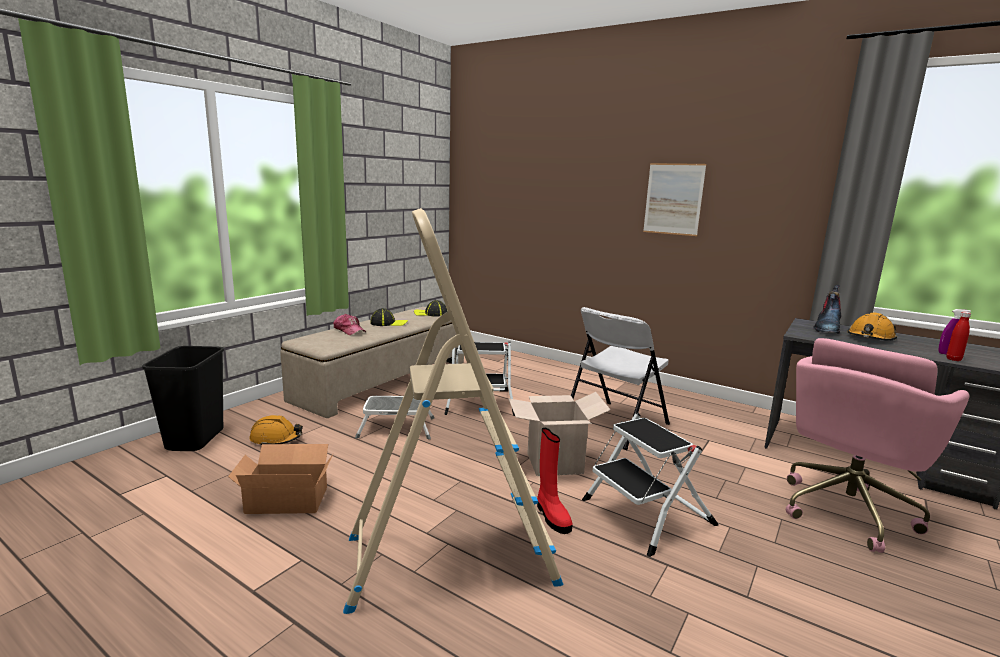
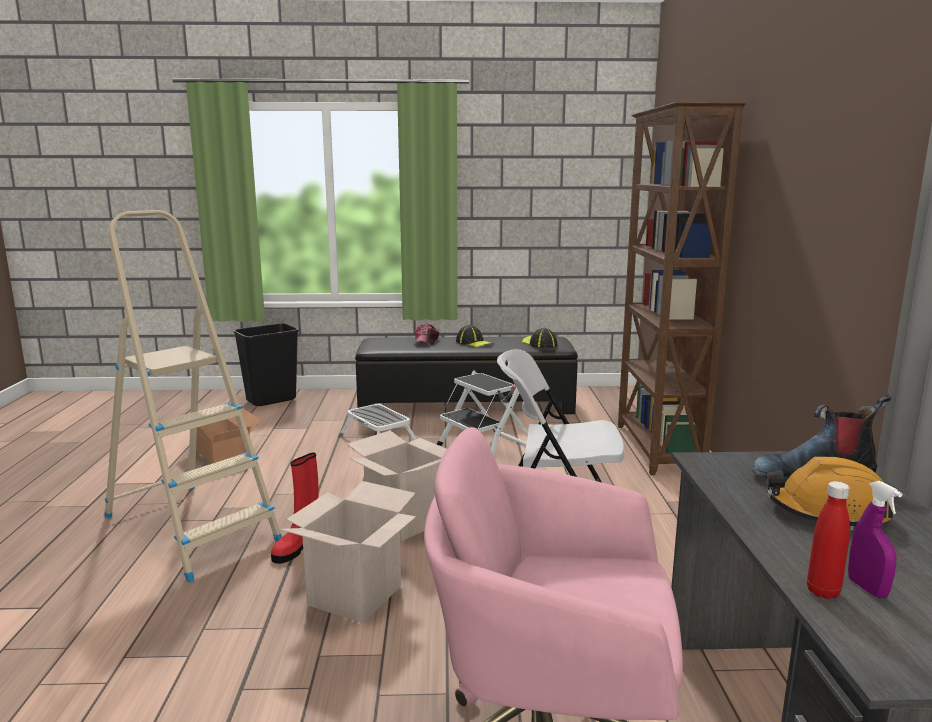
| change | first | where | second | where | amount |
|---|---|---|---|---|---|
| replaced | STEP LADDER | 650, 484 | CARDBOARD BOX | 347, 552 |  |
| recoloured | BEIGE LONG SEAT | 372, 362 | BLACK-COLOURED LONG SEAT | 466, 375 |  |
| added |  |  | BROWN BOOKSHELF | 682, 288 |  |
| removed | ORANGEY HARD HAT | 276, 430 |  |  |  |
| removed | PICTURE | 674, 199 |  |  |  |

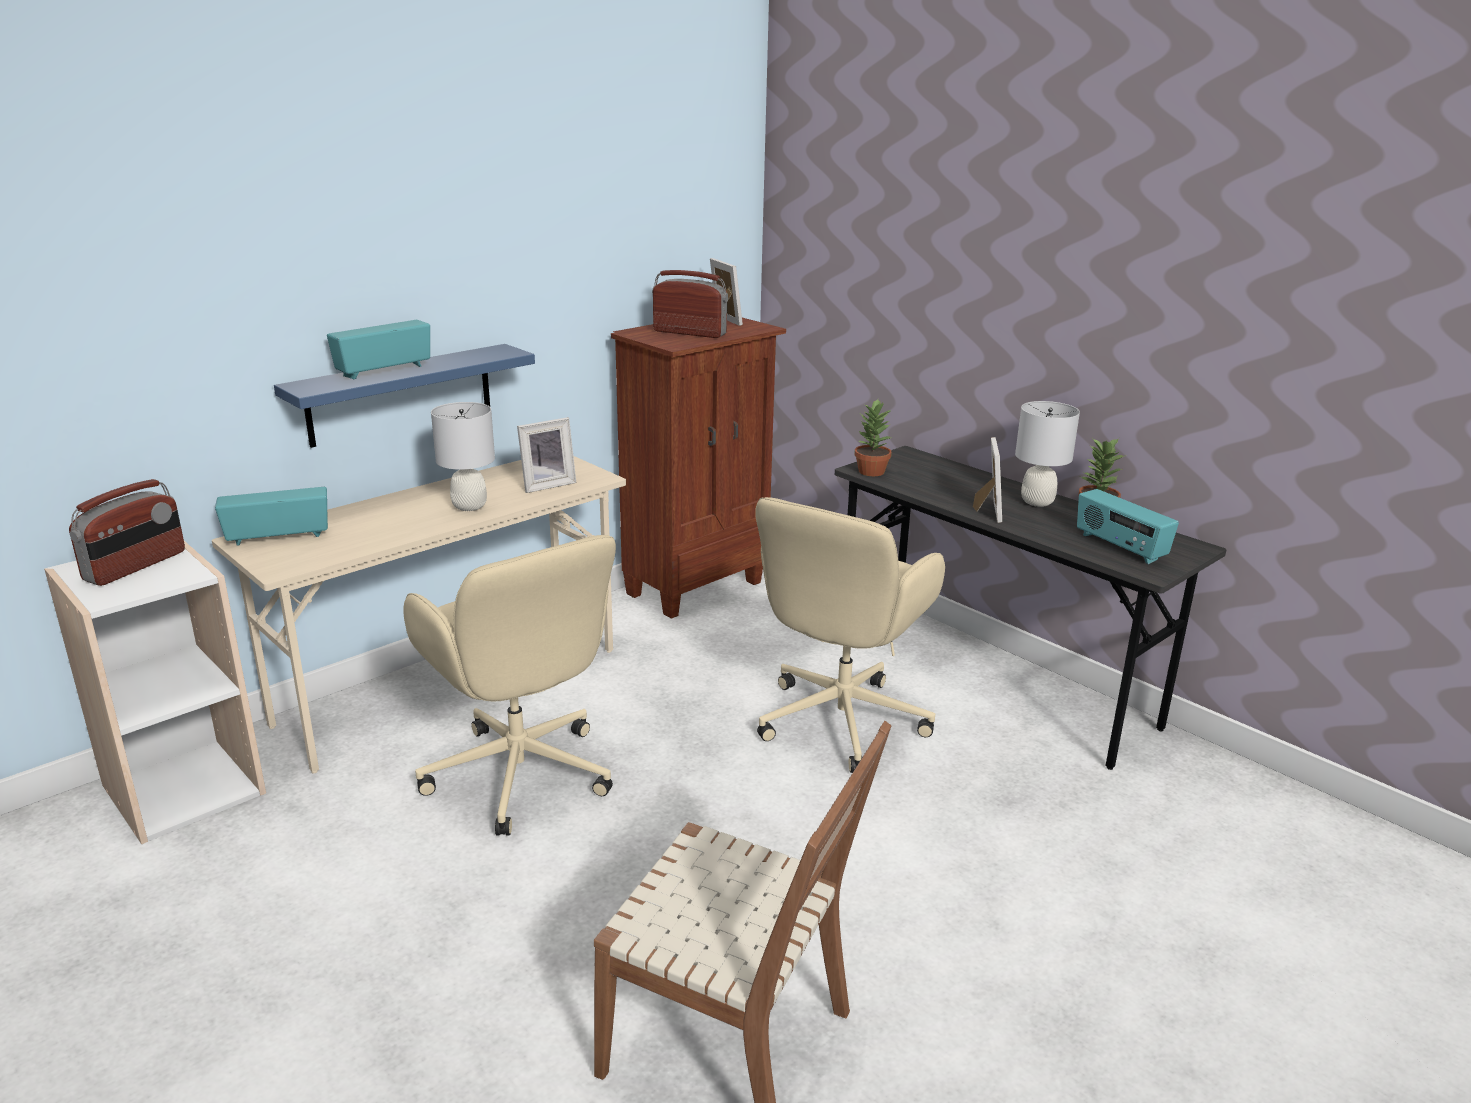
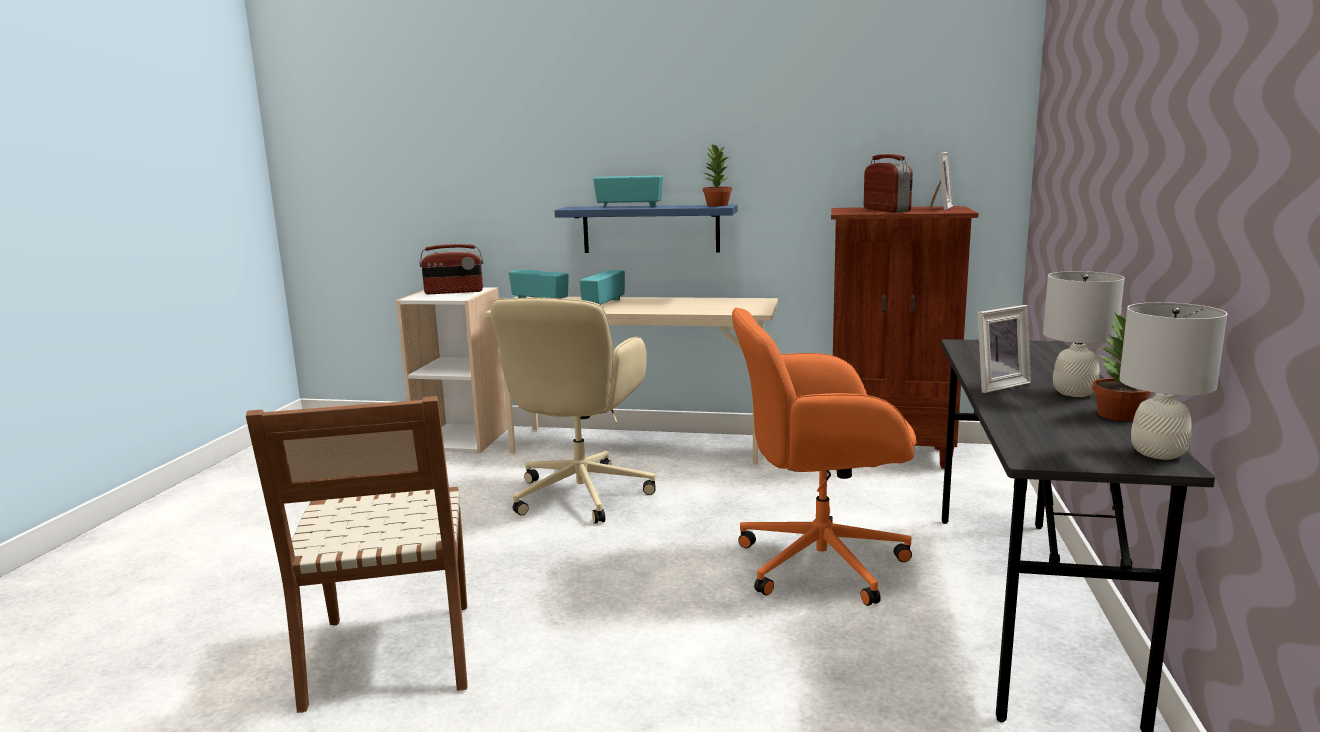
| change | first | where | second | where | amount |
|---|---|---|---|---|---|
| moved | RADIO SET | 1128, 526 |  | 602, 287 |  |
| moved | HOUSEPLANT | 873, 437 |  | 717, 174 |  |
| recoloured | BEIGE COMPUTER CHAIR | 850, 635 | ORANGEY COMPUTER CHAIR | 824, 456 |  |
| moved | GREYISH LAMP FOR A TABLE | 463, 456 |  | 1173, 381 |  |
| removed | PHOTO FRAME | 546, 455 |  |  |  |

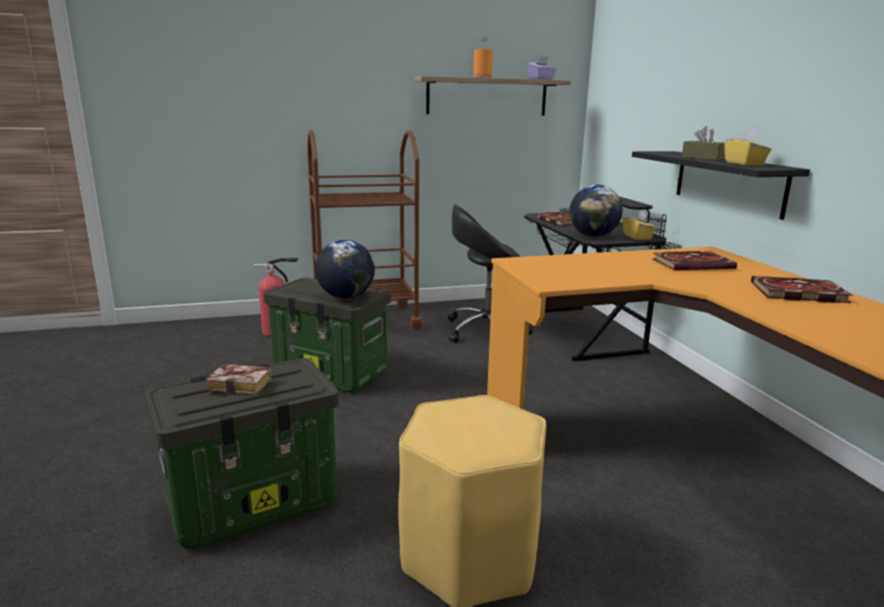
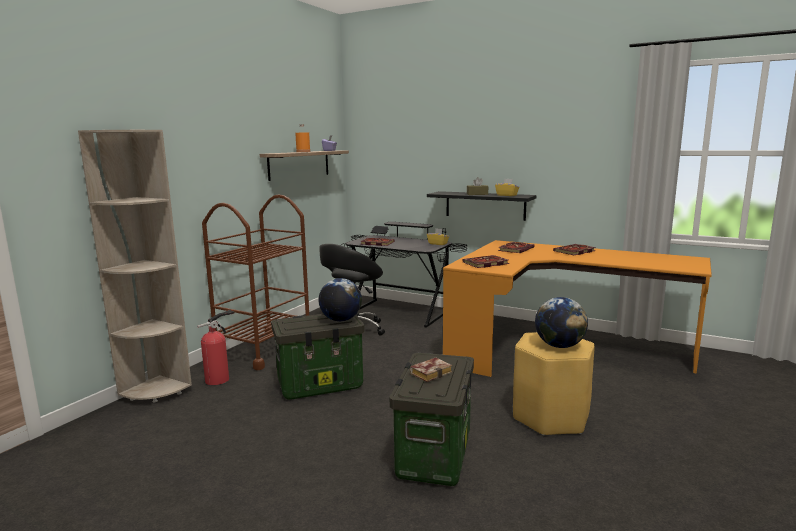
| change | first | where | second | where | amount |
|---|---|---|---|---|---|
| added |  |  | BEIGE BOOKSHELF | 135, 266 |  |
| added |  |  | BOOK | 485, 261 |  |
| moved | WORLD GLOBE | 596, 211 |  | 561, 322 |  |

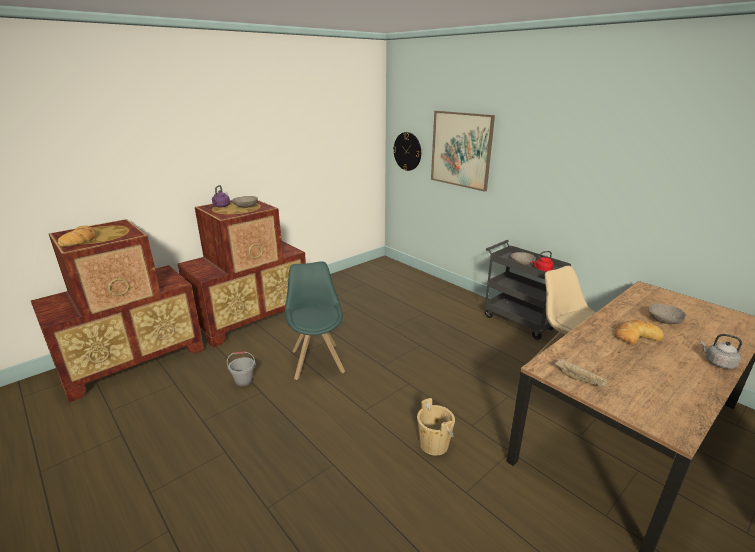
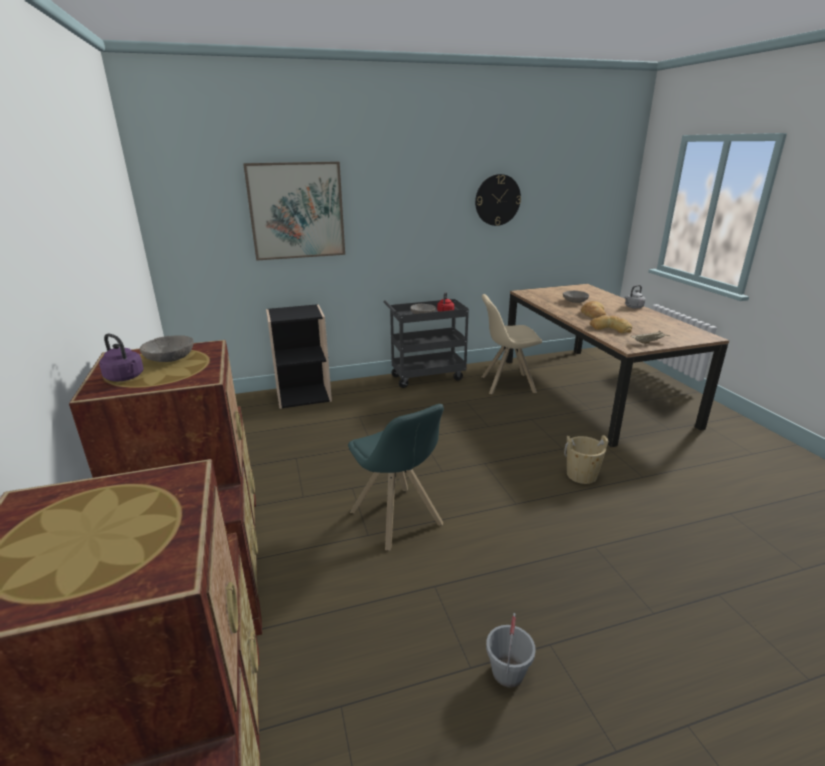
| change | first | where | second | where | amount |
|---|---|---|---|---|---|
| added |  |  | BLACK-COLOURED BOOKSHELF | 299, 356 |  |
| turned | TURQUOISE-COLOURED UPRIGHT CHAIR | 315, 320 |  | 396, 477 | 135 degrees counterclockwise |
| moved | HANGING CLOCK | 407, 151 |  | 498, 200 |  |
| moved | GREYISH WATER BUCKET | 241, 369 |  | 511, 650 |  |
| moved | BREAD | 77, 236 |  | 611, 324 |  |

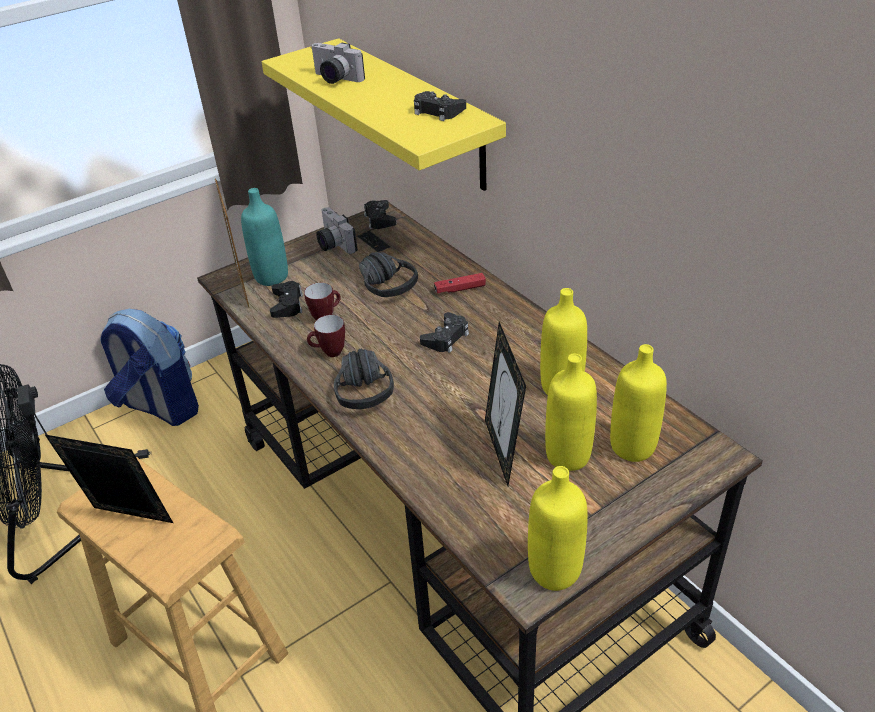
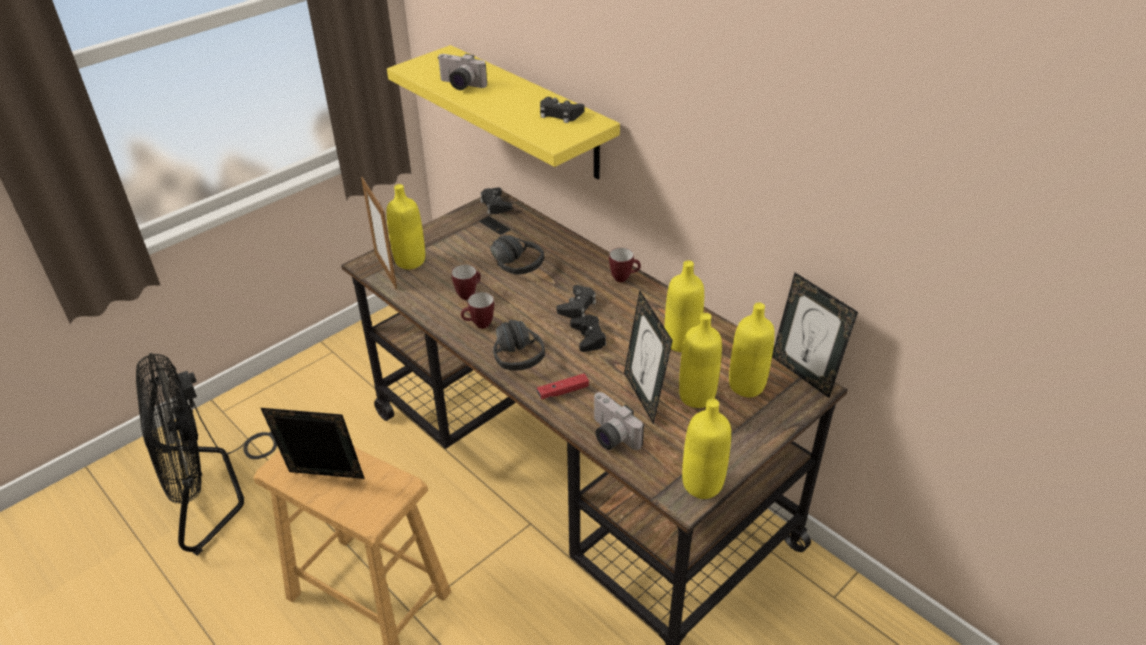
| change | first | where | second | where | amount |
|---|---|---|---|---|---|
| recoloured | TURQUOISE-COLOURED BOTTLE | 264, 237 | YELLOW BOTTLE | 405, 227 |  |
| moved | RED-COLOURED GAME CONTROLLER | 460, 283 |  | 563, 386 |  |
| moved | BLACK-COLOURED GAME CONTROLLER | 286, 299 |  | 588, 333 |  |
| moved | STILL CAMERA | 337, 230 |  | 618, 421 |  |
| added |  |  | MUG | 625, 265 |  |
| added |  |  | PHOTO FRAME | 815, 335 |  |
| removed | RUCKSACK | 149, 367 |  |  |  |

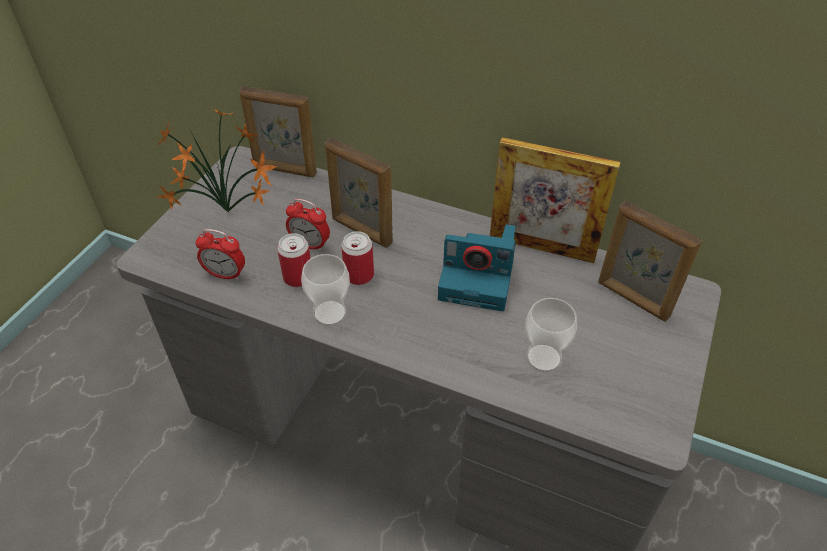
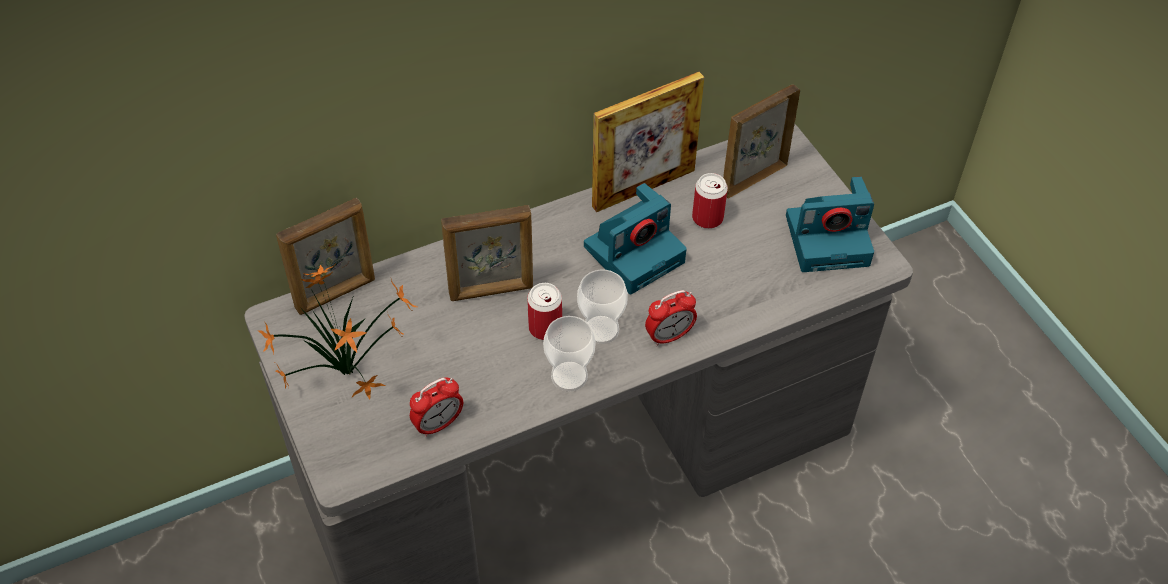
| change | first | where | second | where | amount |
|---|---|---|---|---|---|
| moved | DRINKING CUP | 551, 335 |  | 602, 306 |  |
| moved | TABLE CLOCK | 308, 225 |  | 671, 318 |  |
| moved | SEALED CAN | 294, 260 |  | 710, 201 |  |
| turned | PHOTO FRAME | 650, 261 |  | 761, 141 | 150 degrees clockwise |
| added |  |  | STILL CAMERA | 830, 224 |  |

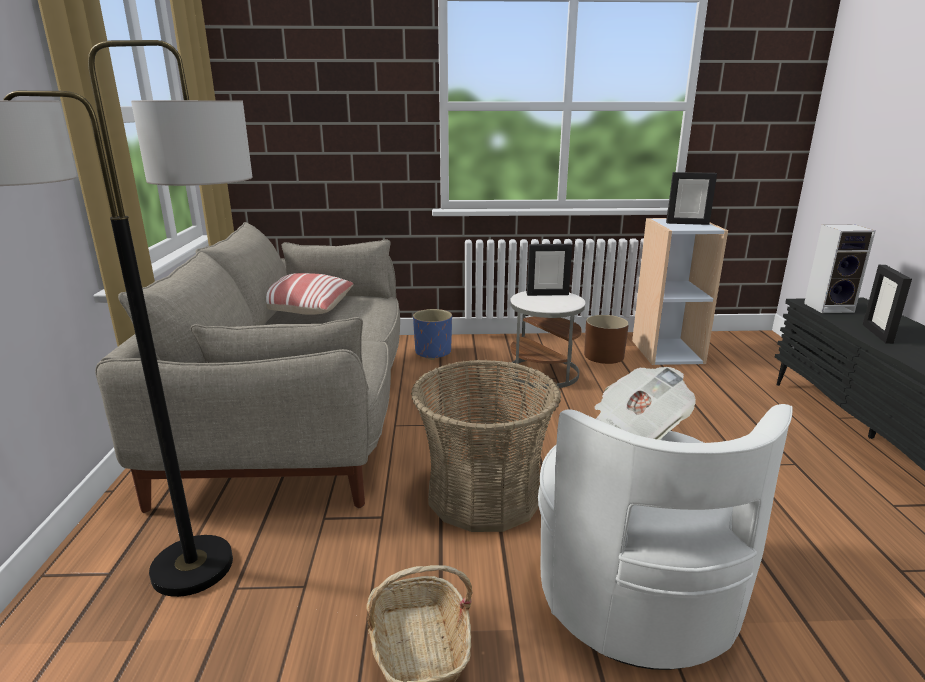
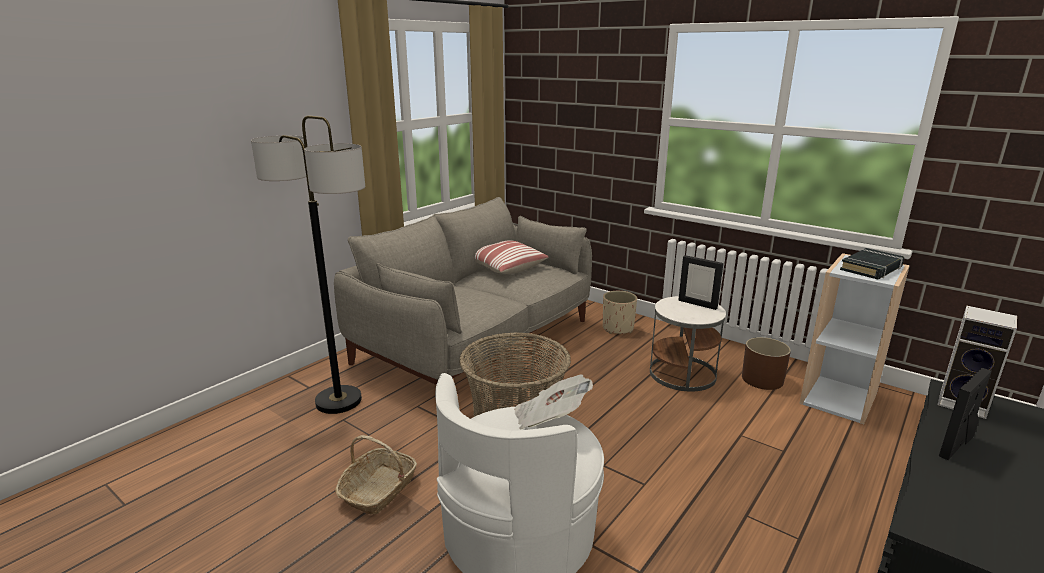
| change | first | where | second | where | amount |
|---|---|---|---|---|---|
| recoloured | BLUE FLOWER POT | 432, 334 | BEIGE FLOWER POT | 620, 312 |  |
| replaced | PHOTO FRAME | 691, 198 | BLACK-COLOURED BOOK | 872, 263 |  |

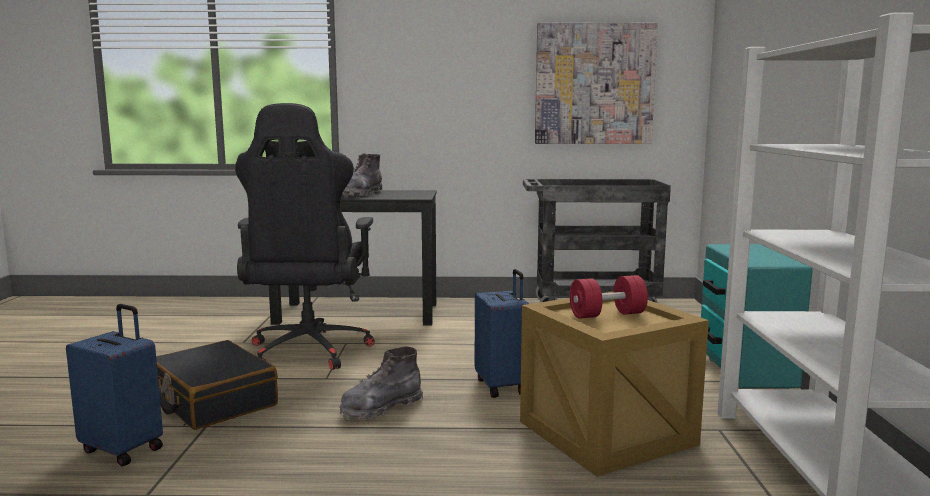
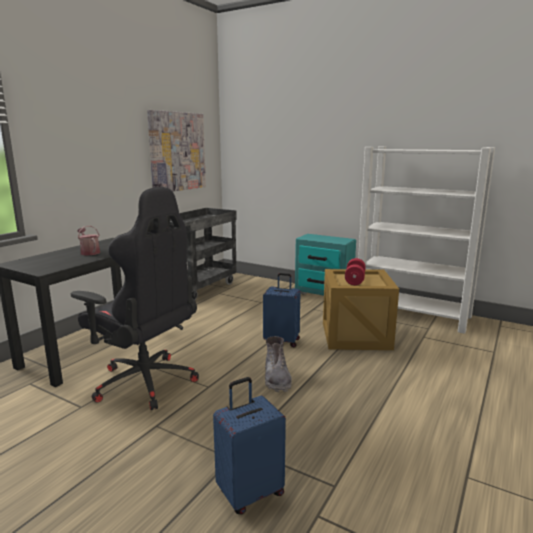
| change | first | where | second | where | amount |
|---|---|---|---|---|---|
| replaced | GREYISH TALL BOOT | 362, 174 | SPRINKLING CAN | 88, 240 |  |
| removed | BLACK-COLOURED PIECE OF LUGGAGE | 217, 385 |  |  |  |

